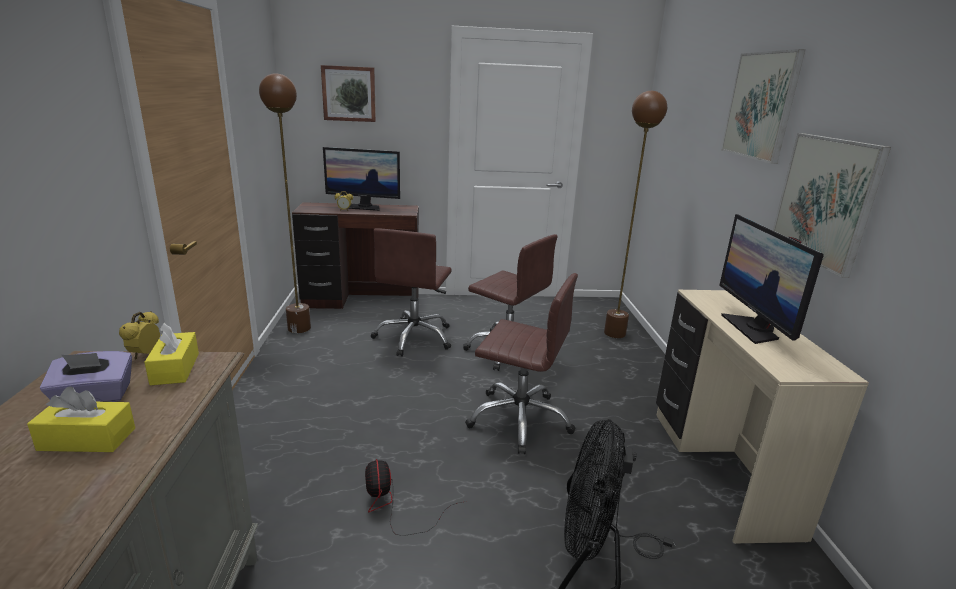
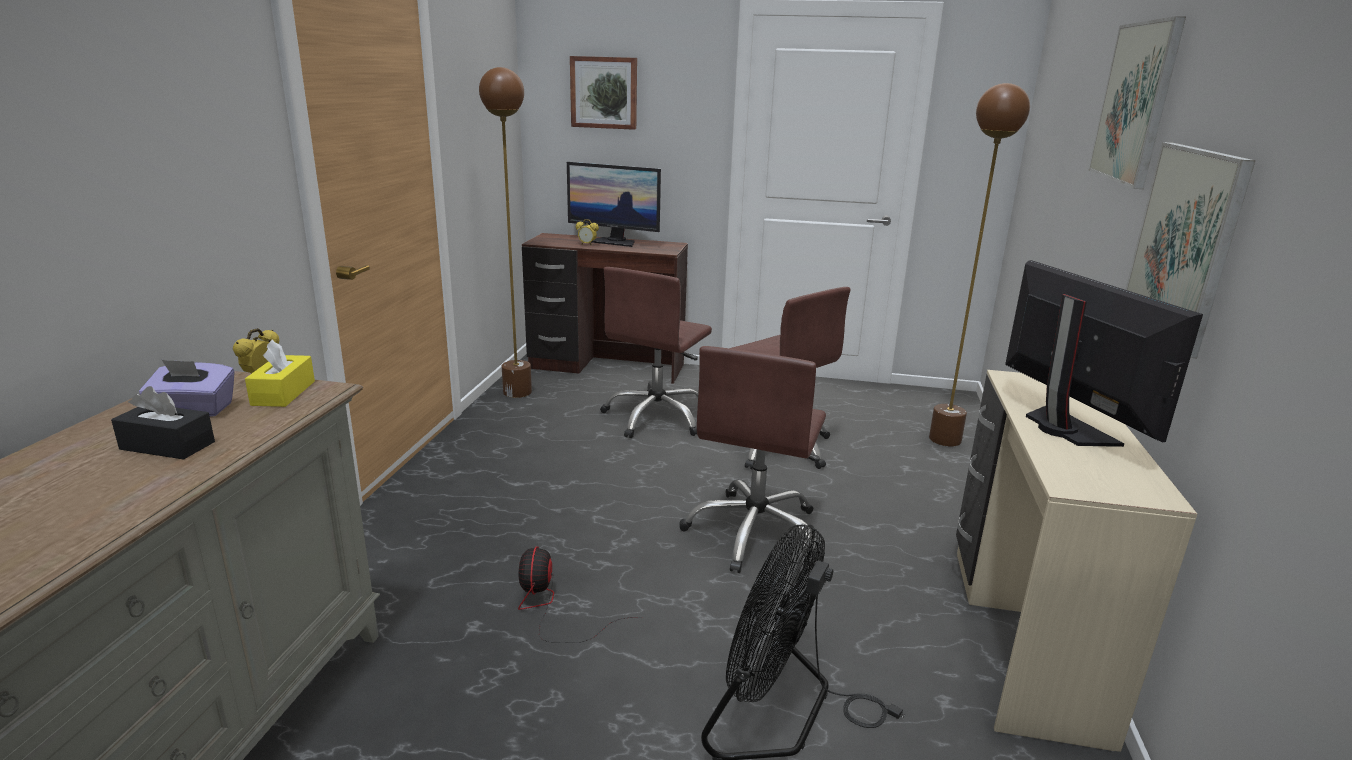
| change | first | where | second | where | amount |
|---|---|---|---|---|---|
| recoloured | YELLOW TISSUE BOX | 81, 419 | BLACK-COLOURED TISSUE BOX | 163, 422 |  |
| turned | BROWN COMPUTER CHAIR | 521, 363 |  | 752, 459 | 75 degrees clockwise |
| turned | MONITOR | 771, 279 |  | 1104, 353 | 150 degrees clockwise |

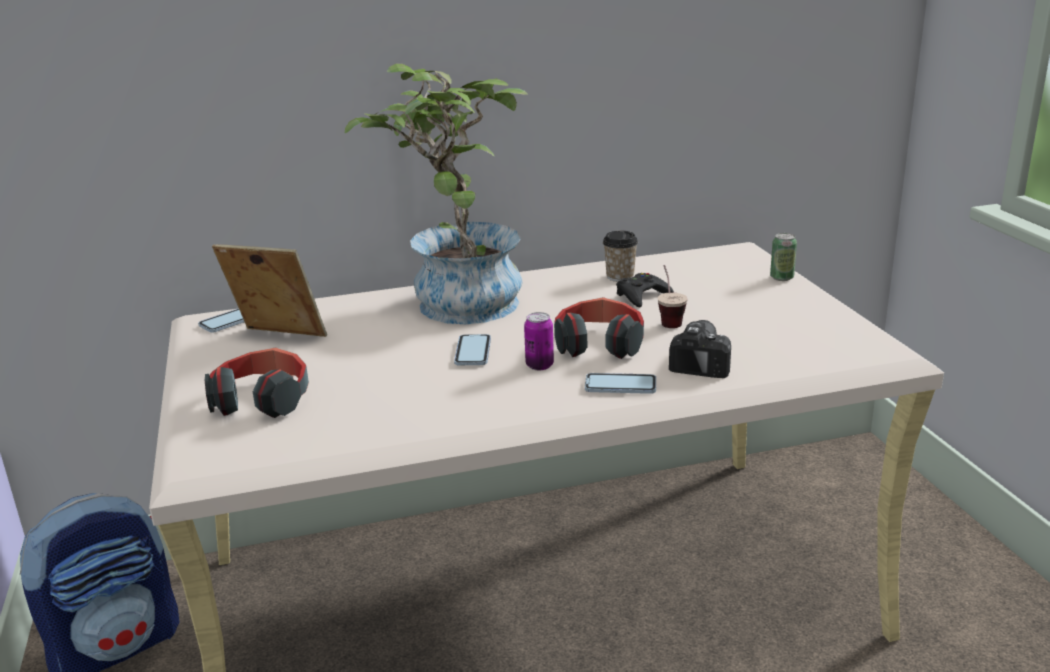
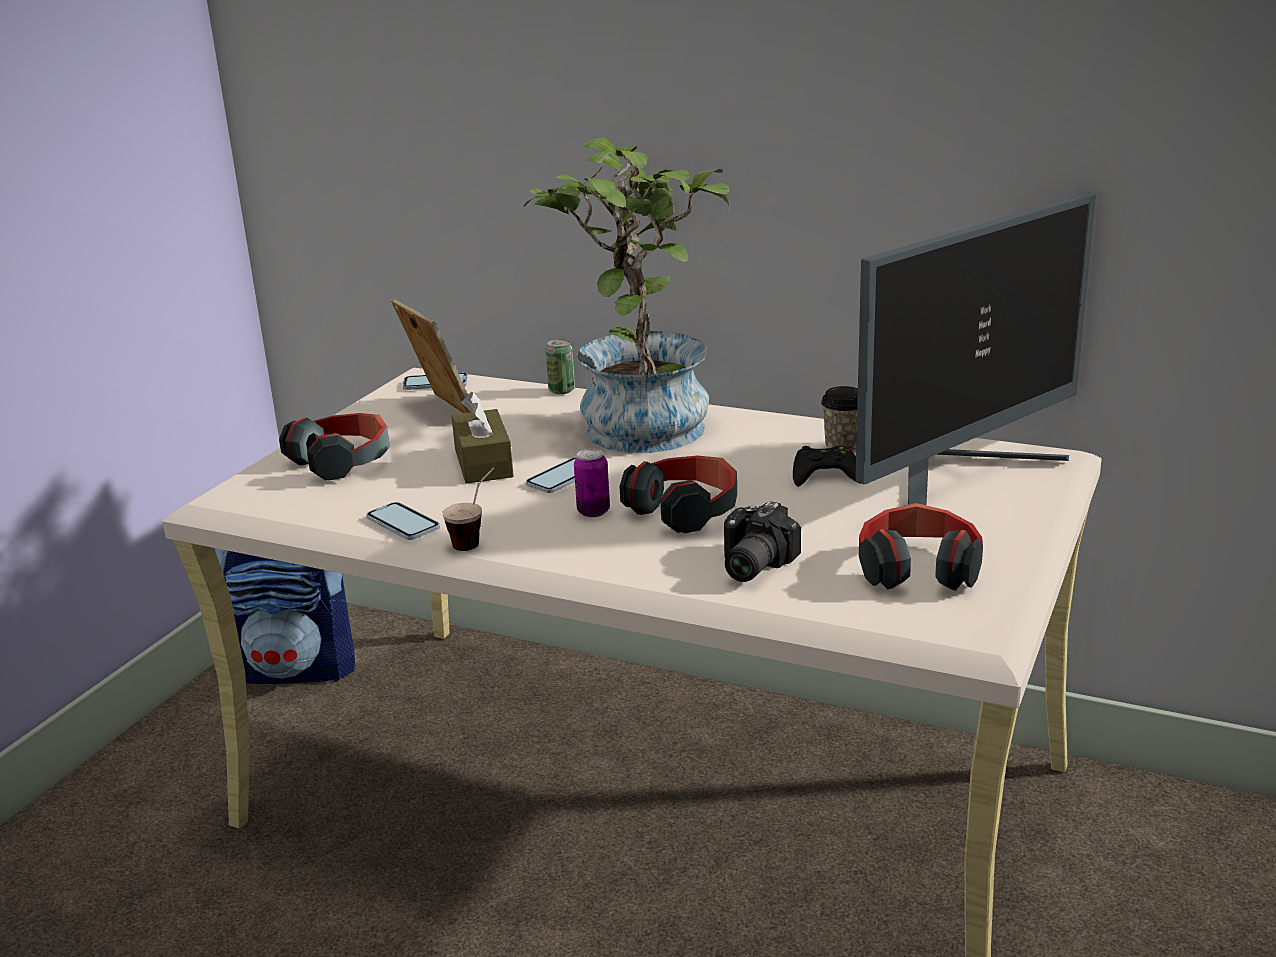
| change | first | where | second | where | amount |
|---|---|---|---|---|---|
| moved | TELEPHONE | 620, 383 |  | 403, 521 |  |
| moved | DRINKING CUP | 672, 296 |  | 468, 509 |  |
| added |  |  | BROWN TISSUE BOX | 483, 438 |  |
| moved | SEALED CAN | 783, 257 |  | 560, 366 |  |
| turned | STILL CAMERA | 700, 349 |  | 762, 541 | 150 degrees clockwise |
| added |  |  | MONITOR | 975, 349 |  |
| added |  |  | PAIR OF HEADPHONES | 921, 547 |  |

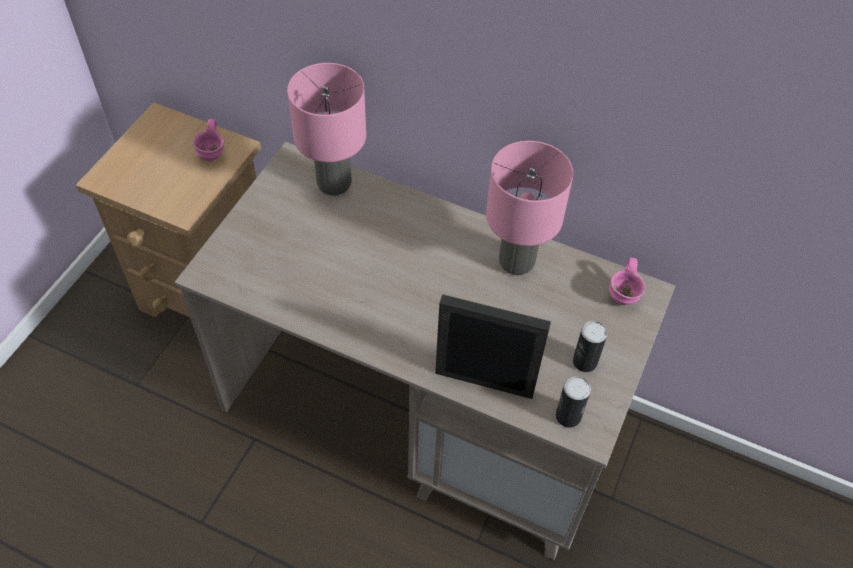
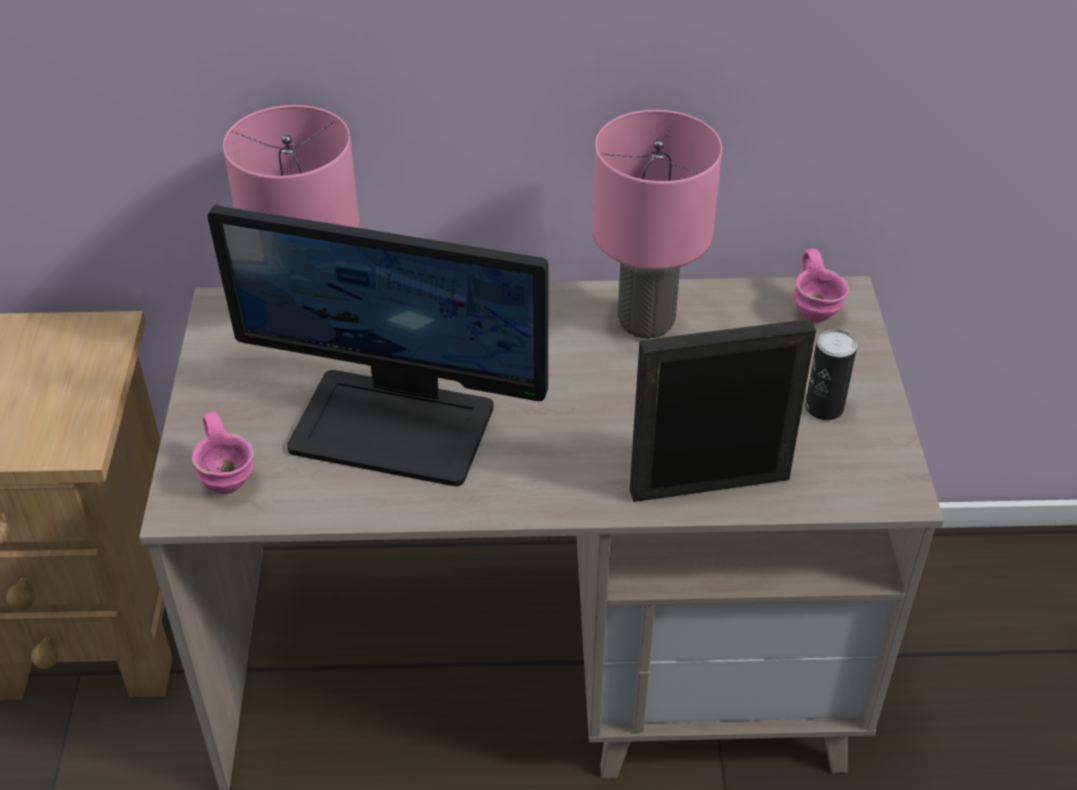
| change | first | where | second | where | amount |
|---|---|---|---|---|---|
| moved | PINKISH MUG | 208, 140 |  | 223, 453 |  |
| added |  |  | MONITOR | 378, 345 |  |
| removed | SEALED CAN | 573, 402 |  |  |  |

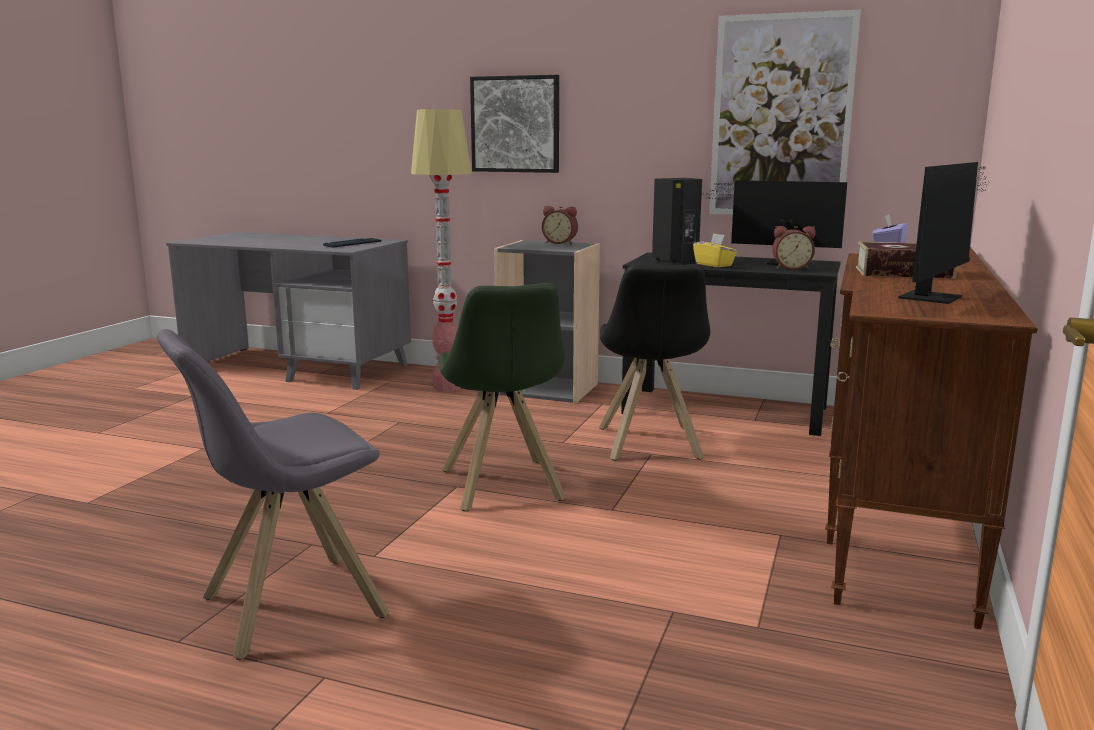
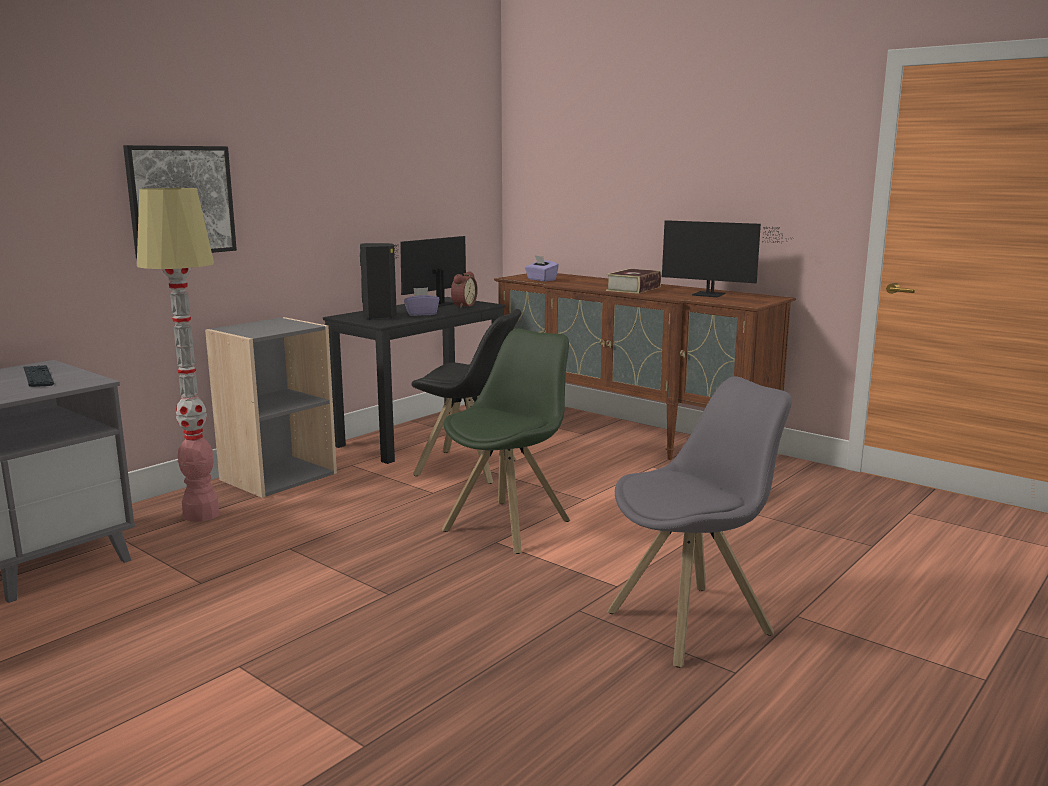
| change | first | where | second | where | amount |
|---|---|---|---|---|---|
| recoloured | YELLOW TISSUE BOX | 715, 250 | PURPLE-COLOURED TISSUE BOX | 421, 301 |  |
| turned | GREENISH UPRIGHT CHAIR | 502, 397 |  | 506, 441 | 60 degrees counterclockwise |
| turned | GREYISH UPRIGHT CHAIR | 273, 494 |  | 699, 522 | 105 degrees counterclockwise |
| turned | MONITOR | 942, 233 |  | 726, 258 | 150 degrees clockwise |
| removed | TABLE CLOCK | 560, 225 |  |  |  |
| removed | PICTURE | 785, 112 |  |  |  |

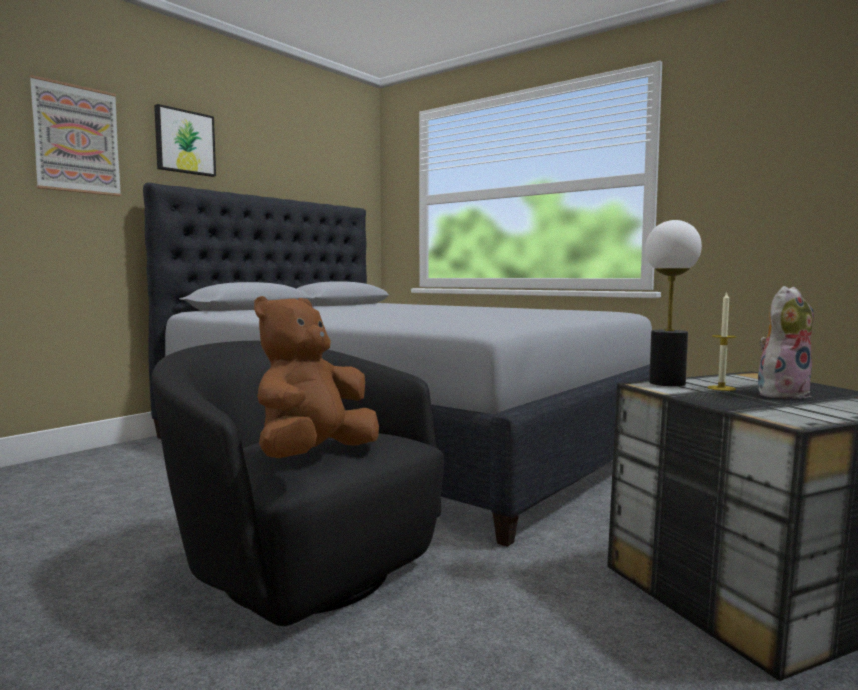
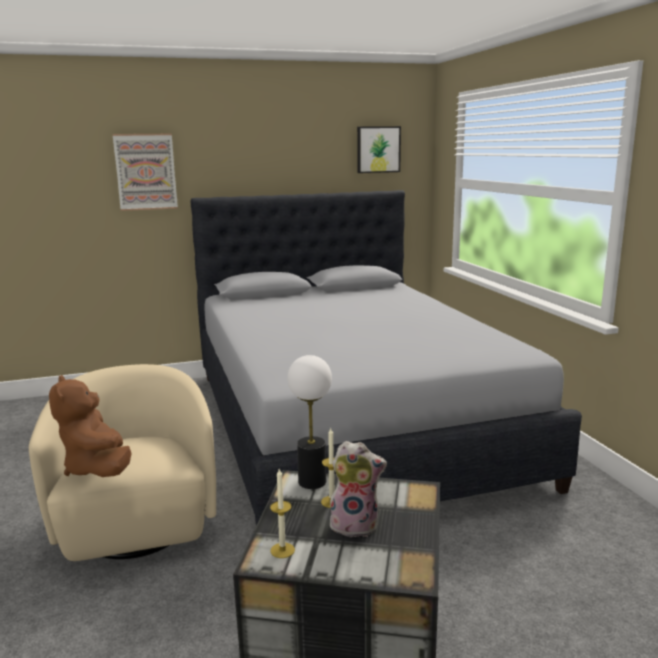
| change | first | where | second | where | amount |
|---|---|---|---|---|---|
| recoloured | BLACK-COLOURED LOUNGE CHAIR | 298, 483 | BEIGE LOUNGE CHAIR | 122, 462 |  |
| turned | BROWN SOFT TOY | 316, 377 |  | 90, 426 | 90 degrees counterclockwise |
| added |  |  | WAX LIGHT | 282, 513 |  |
| moved | PICTURE | 185, 140 |  | 379, 149 |  |

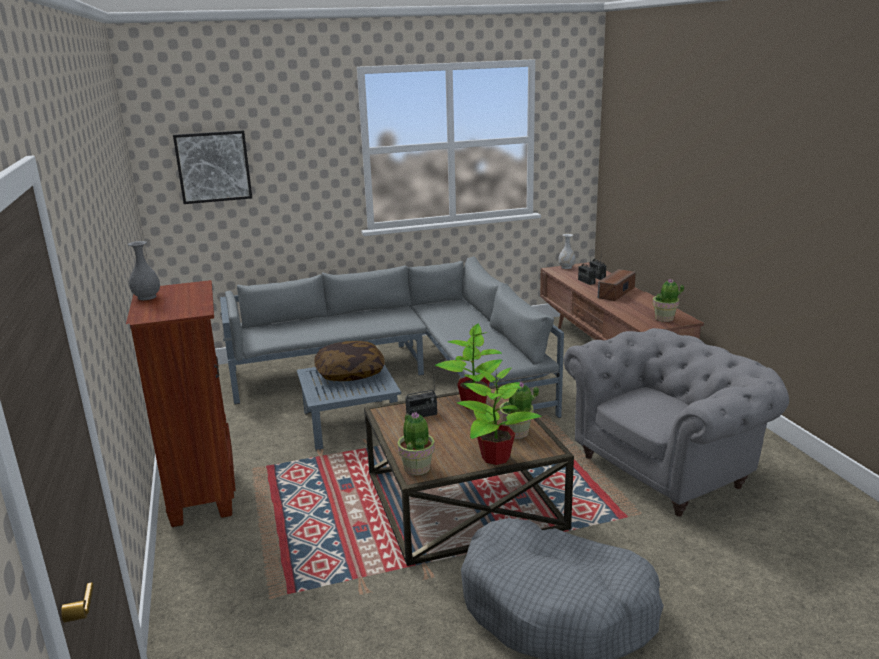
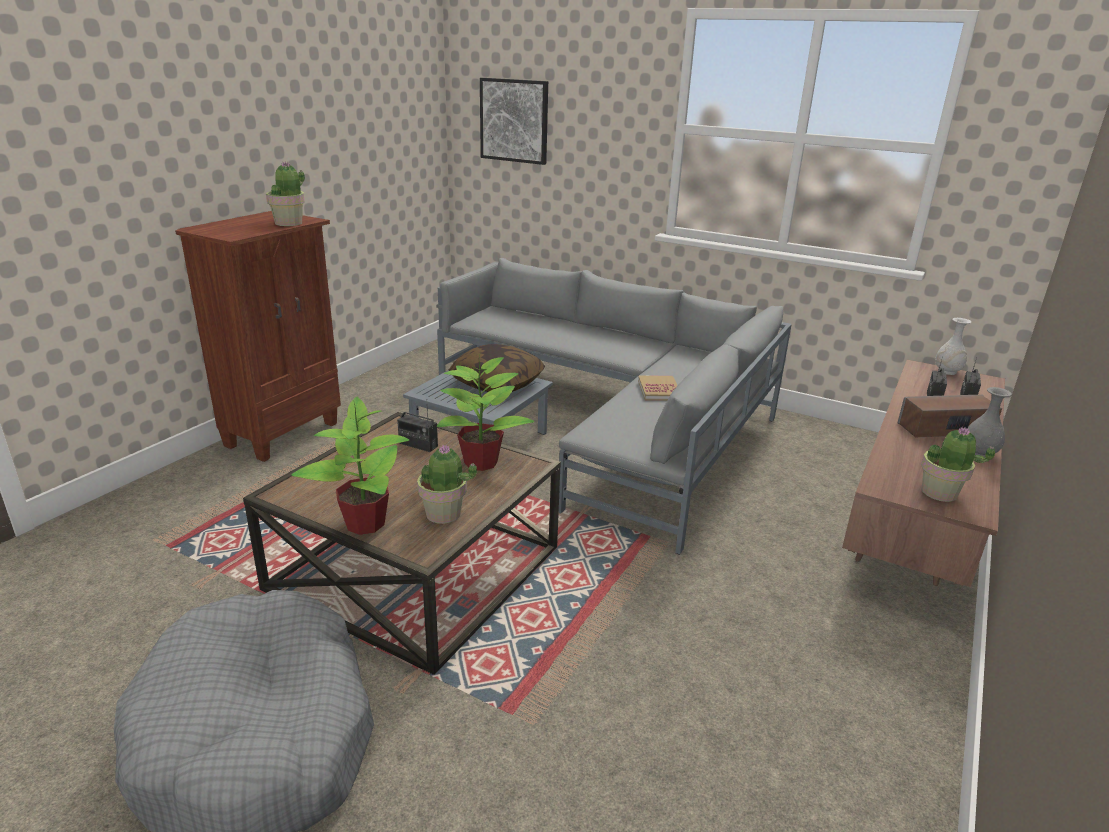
| change | first | where | second | where | amount |
|---|---|---|---|---|---|
| moved | HOUSEPLANT | 416, 443 |  | 285, 193 |  |
| added |  |  | BOOK | 658, 388 |  |
| moved | GREYISH VASE | 144, 270 |  | 989, 422 |  |
| removed | GREYISH LOUNGE CHAIR | 676, 422 |  |  |  |

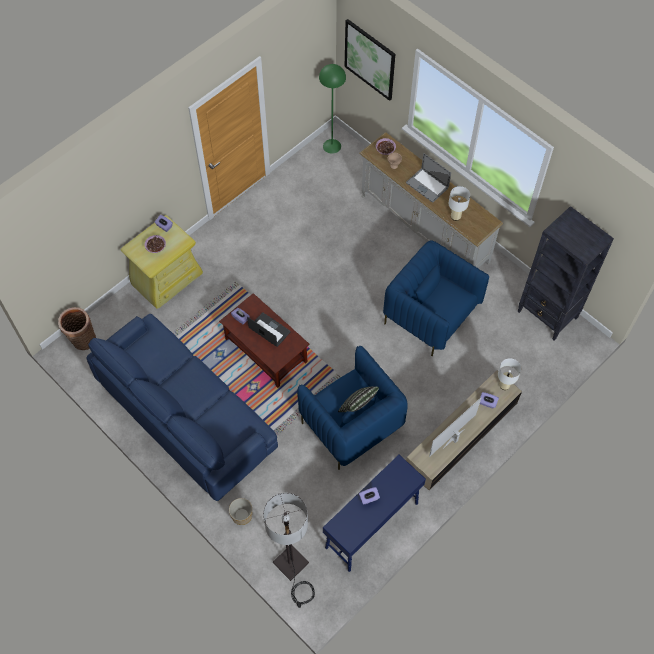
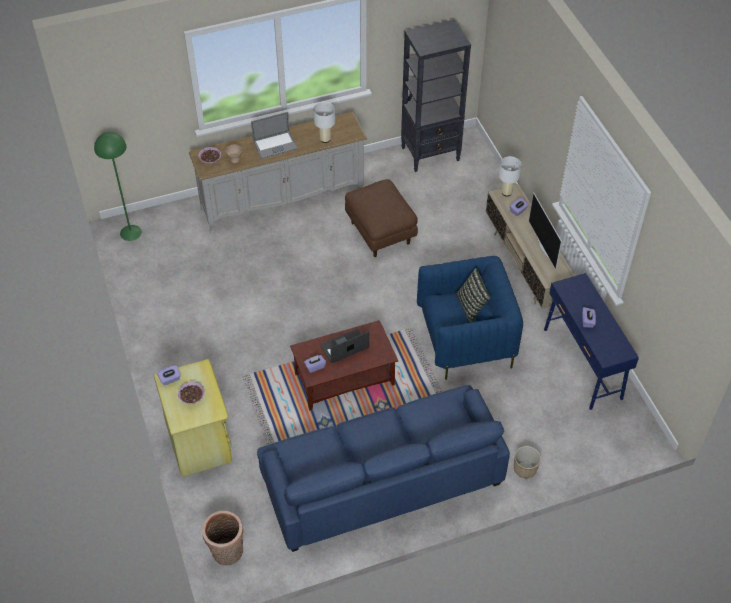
| change | first | where | second | where | amount |
|---|---|---|---|---|---|
| replaced | BLUE LOUNGE CHAIR | 436, 298 | BROWN OTTOMAN | 381, 218 |  |
| removed | STANDING LAMP | 289, 550 |  |  |  |
| removed | PICTURE | 370, 60 |  |  |  |

